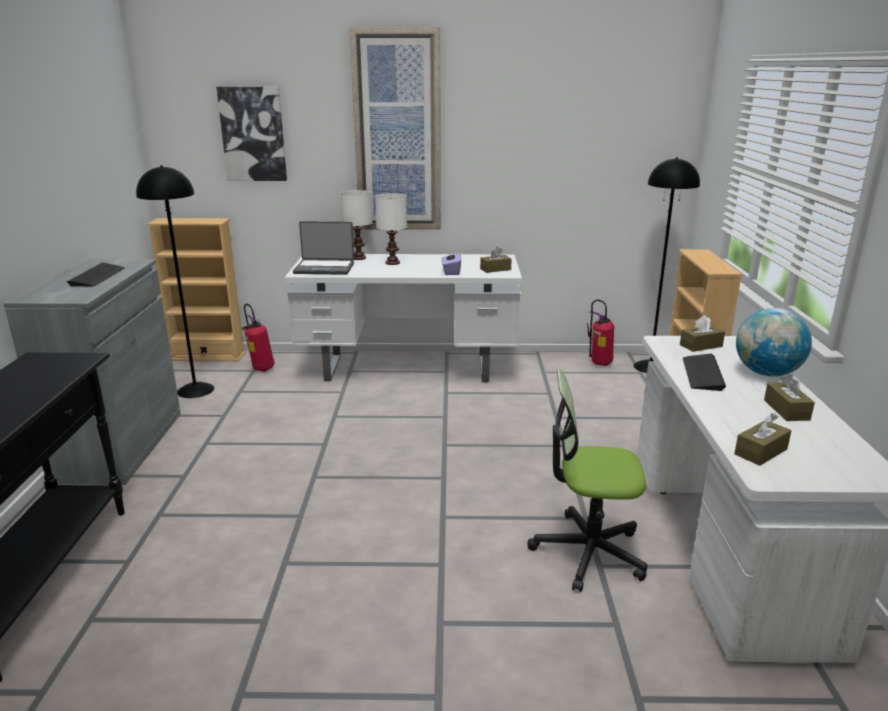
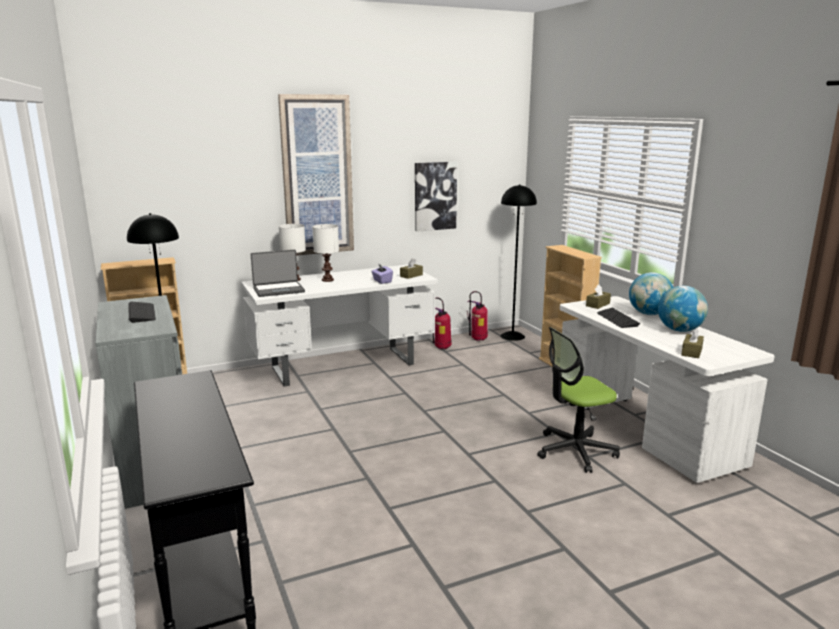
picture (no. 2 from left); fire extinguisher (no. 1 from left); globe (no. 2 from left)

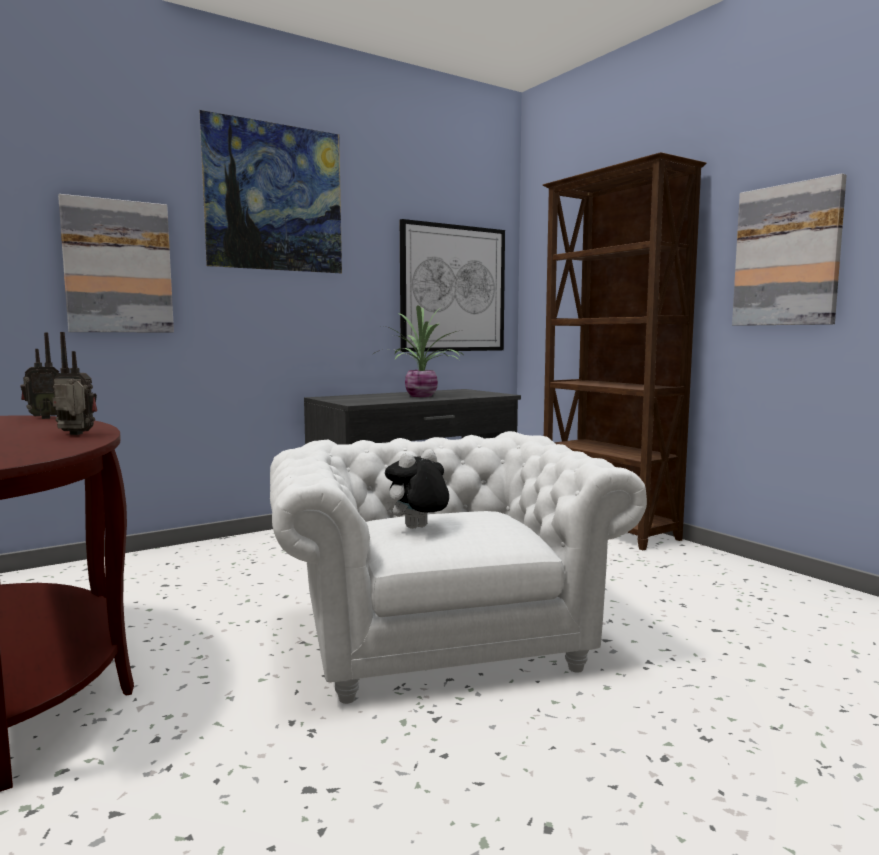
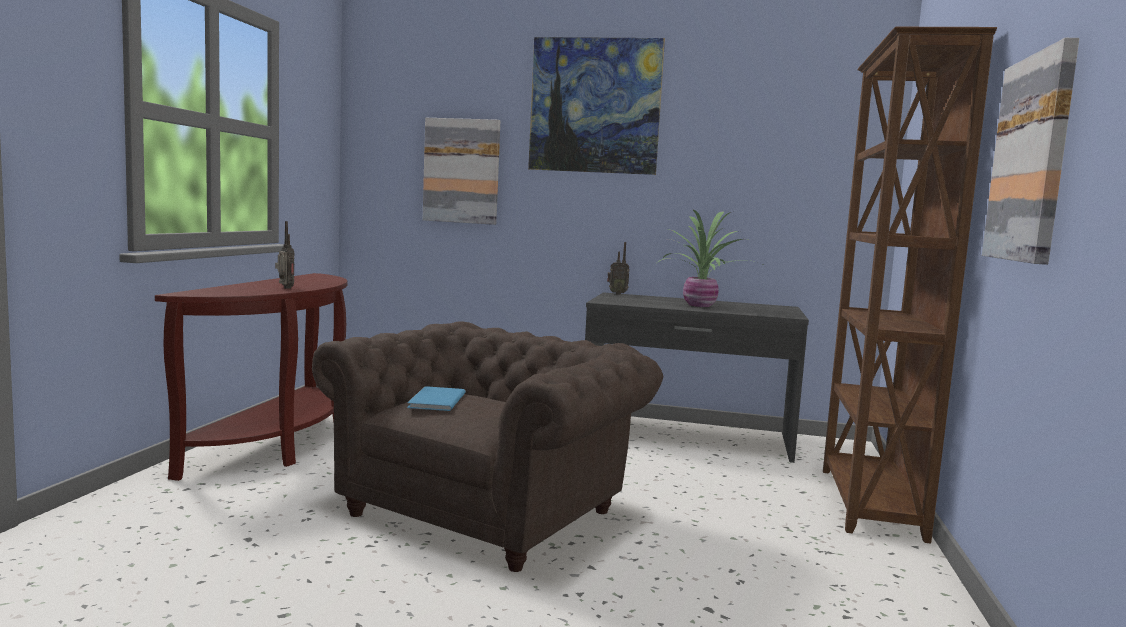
brown armchair; blue book; radio (no. 2 from left); picture (no. 3 from left in the first image)

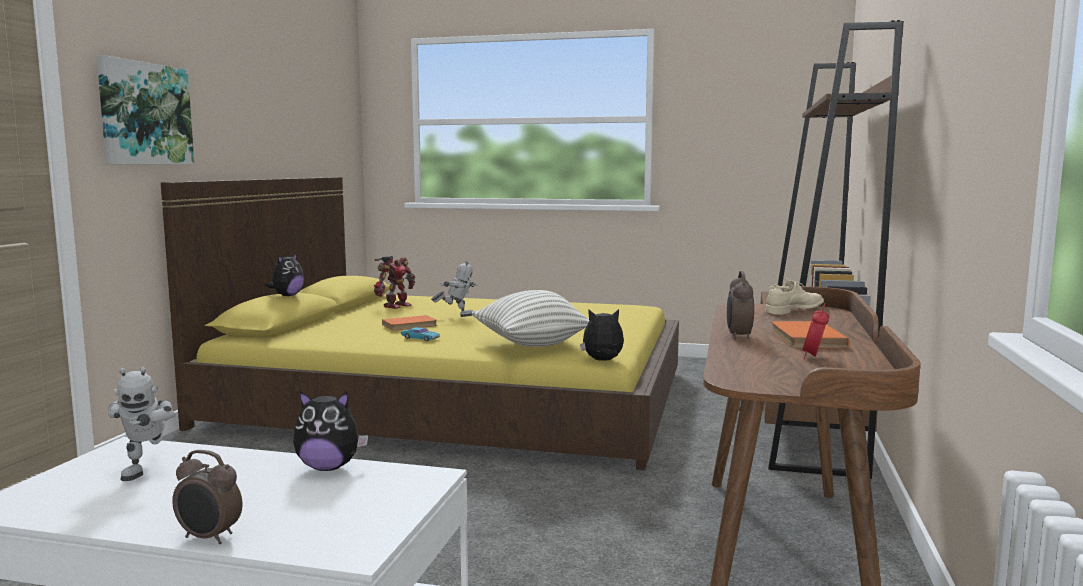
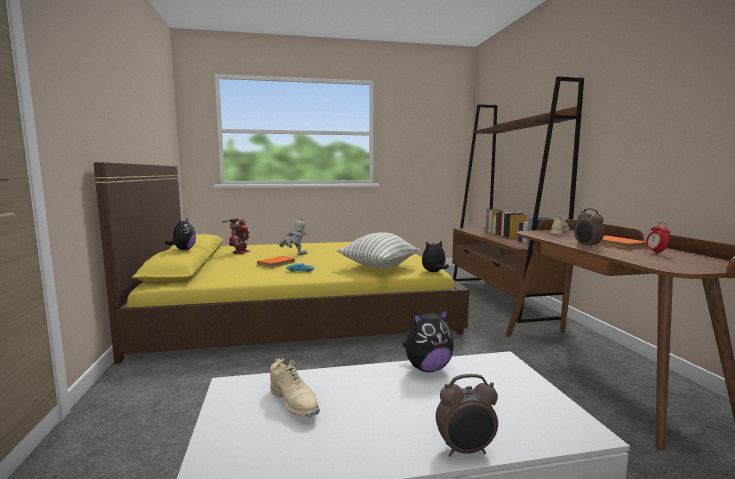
beige shoe (no. 1 from left); picture

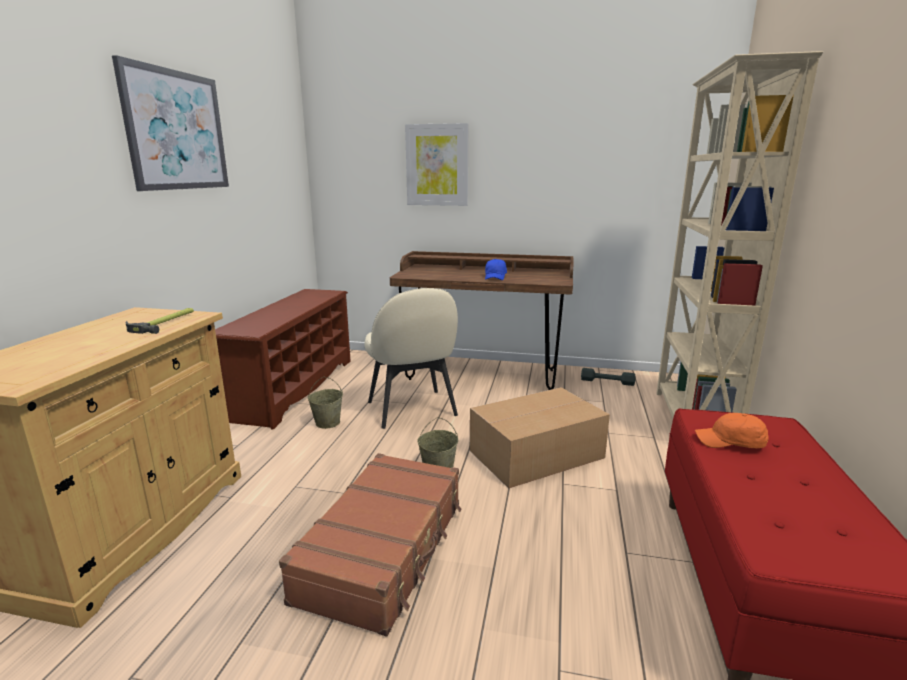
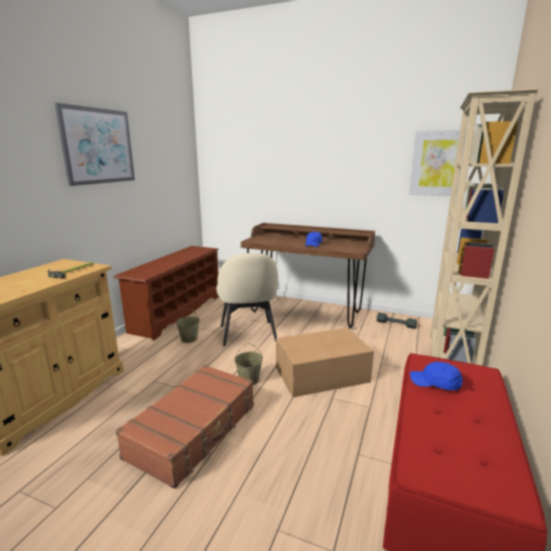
picture (no. 2 from left); blue cap (no. 2 from left)

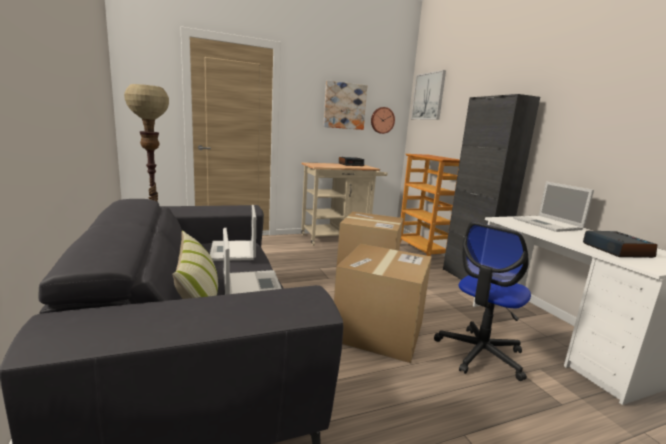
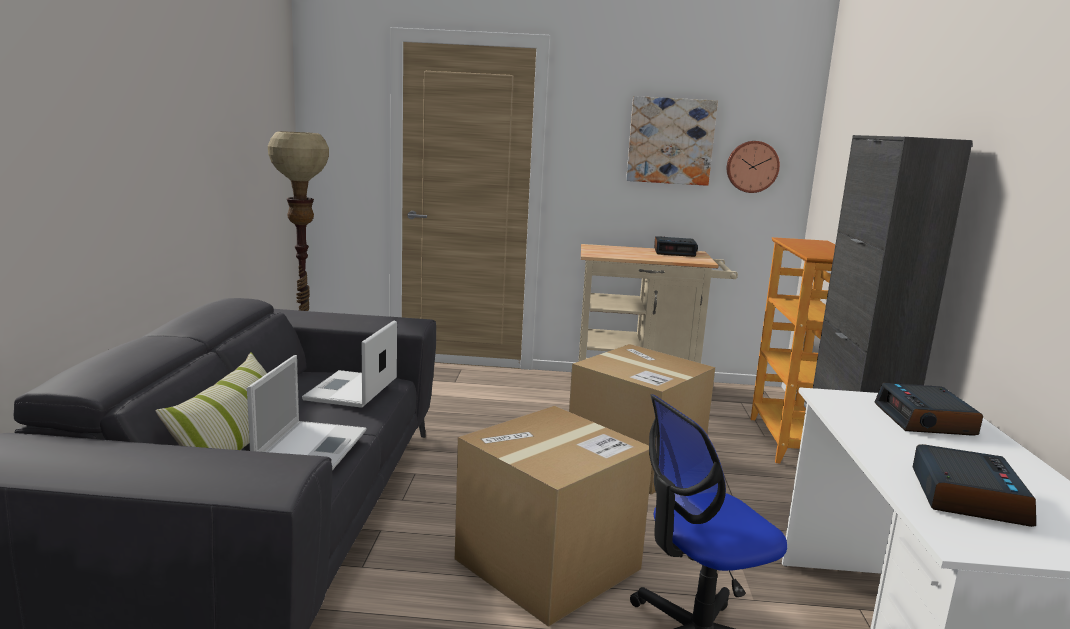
alarm clock (no. 2 from left); picture (no. 2 from left in the first image)

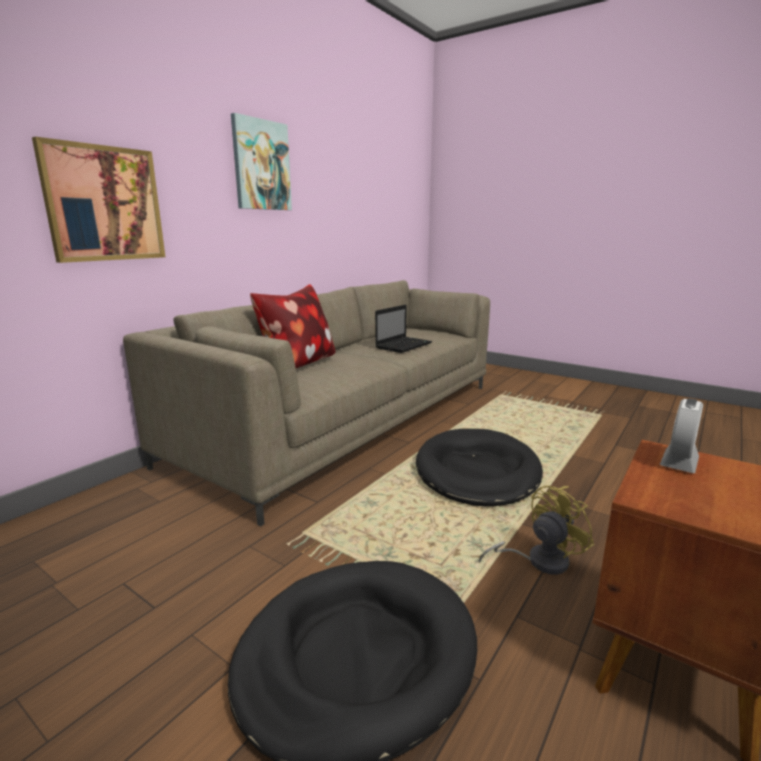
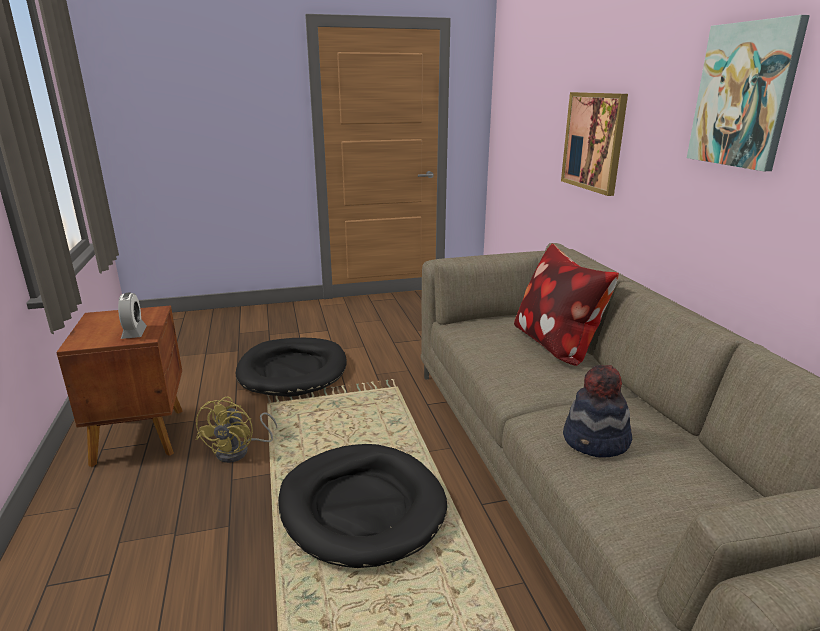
hat

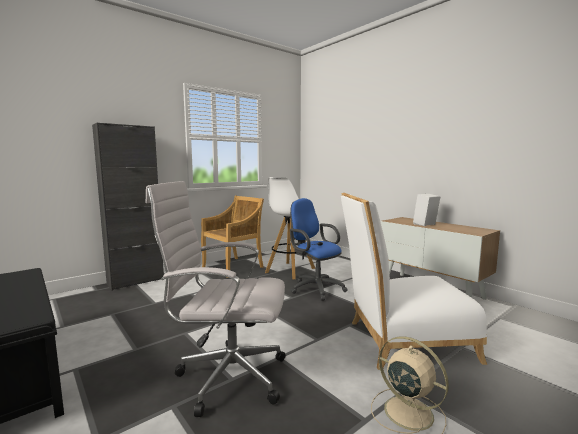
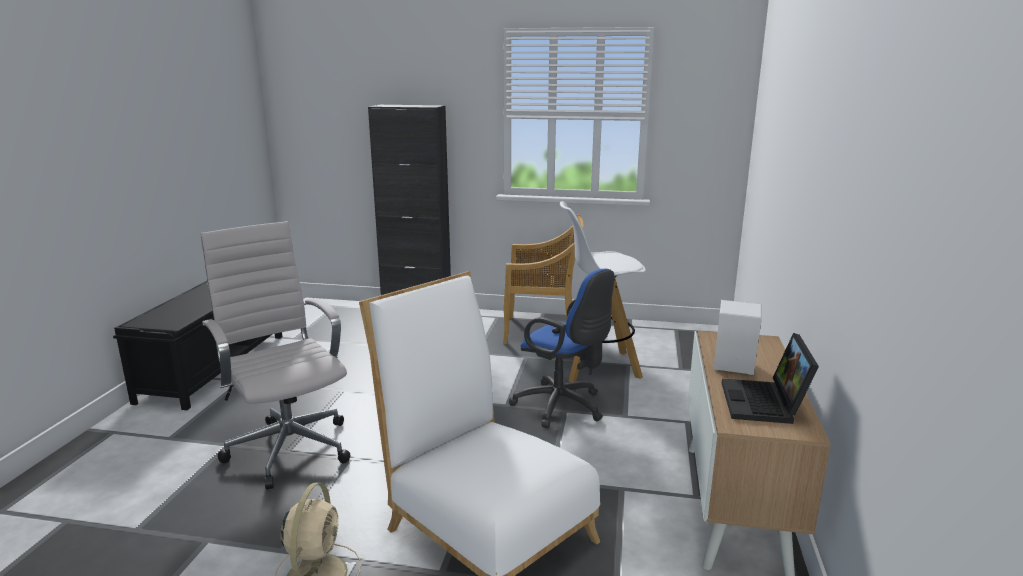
blue office chair; laptop

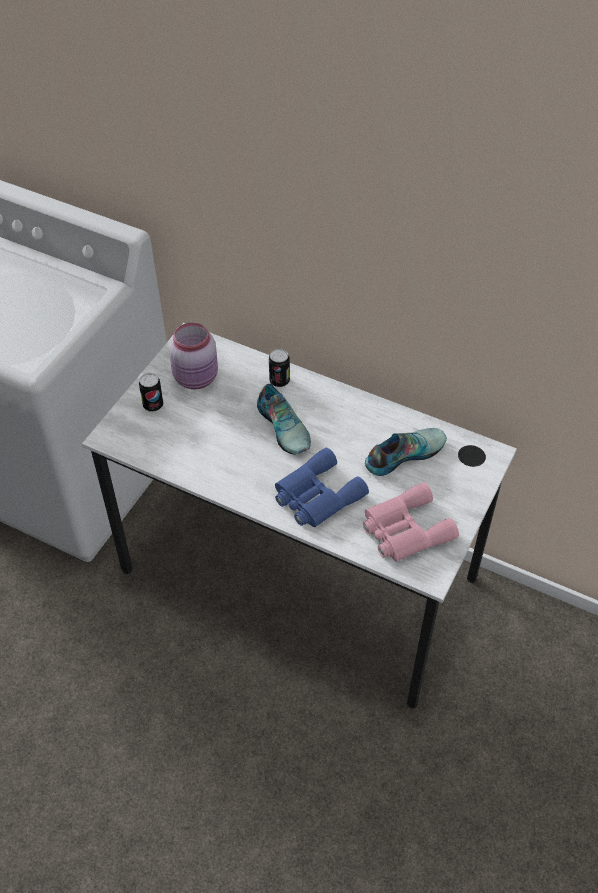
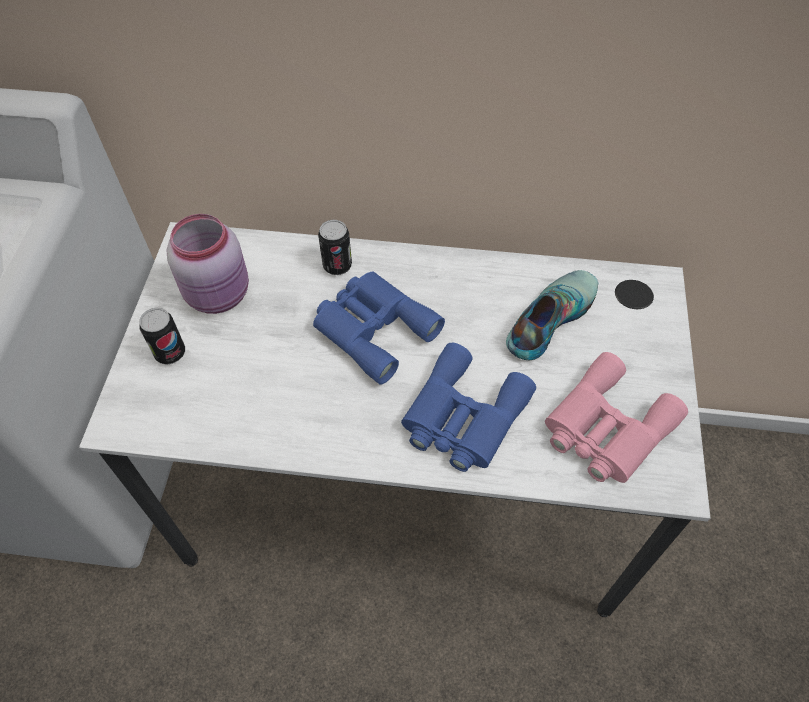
blue binoculars (no. 1 from left)

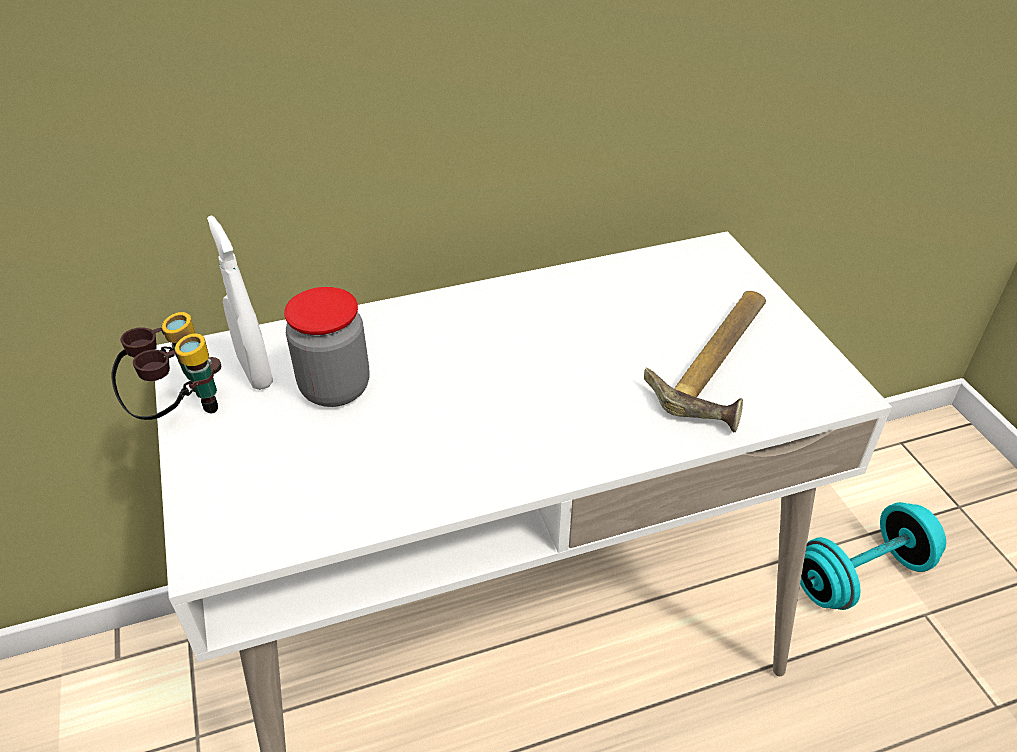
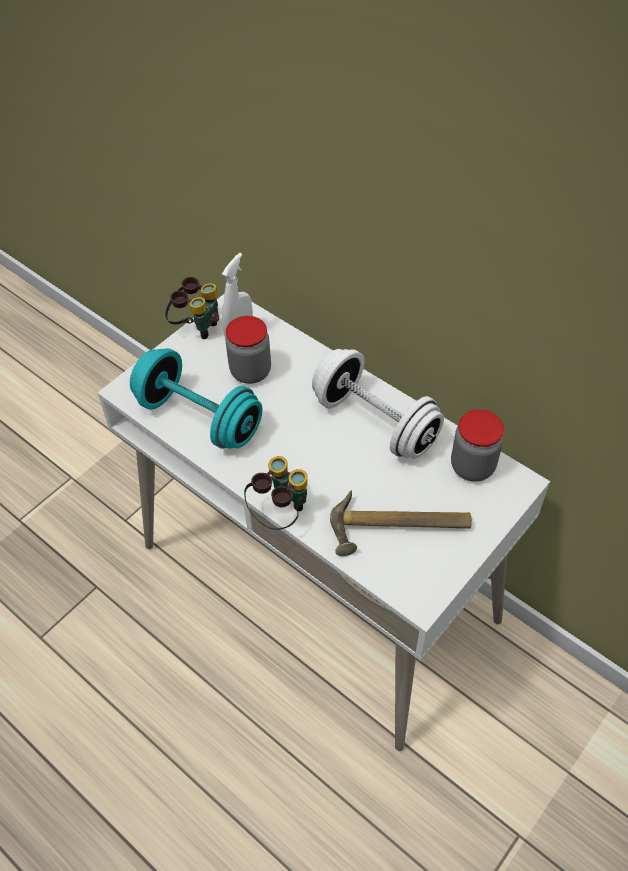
turquoise dumbbell; binoculars (no. 2 from left); white dumbbell; jar (no. 2 from left)

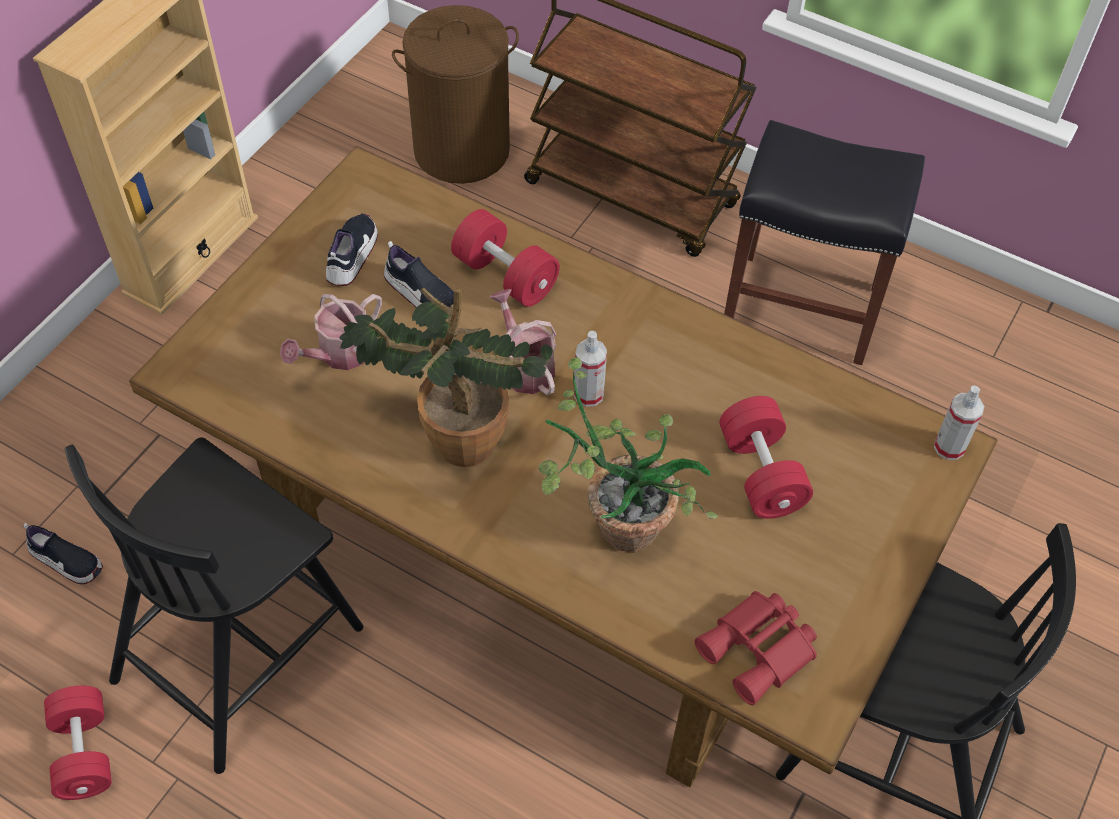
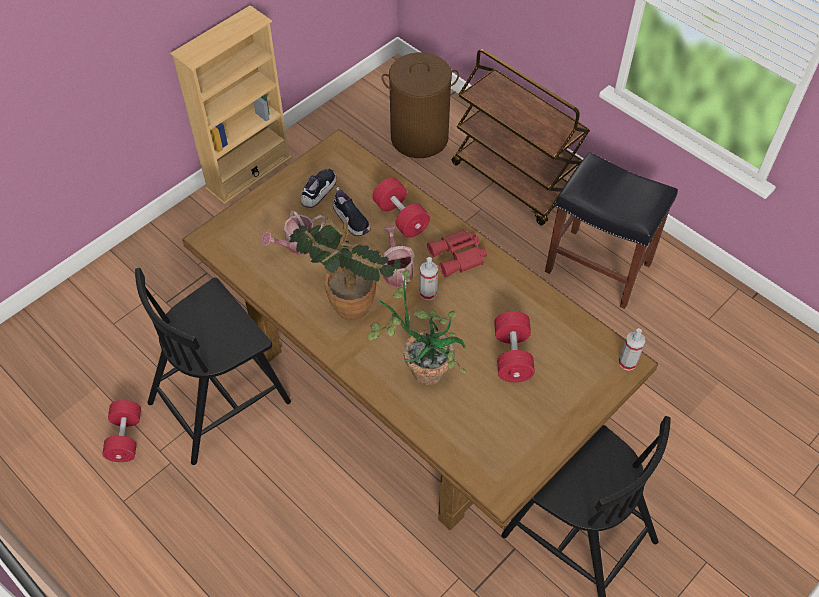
red binoculars; shoe (no. 1 from left in the first image)

